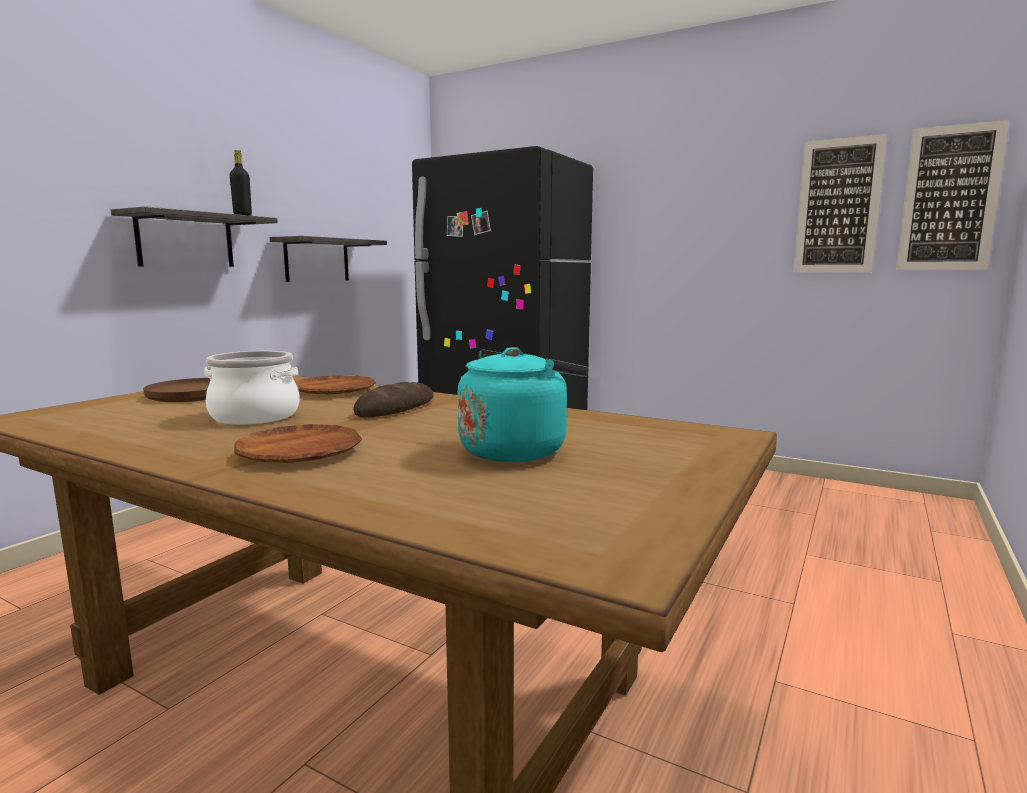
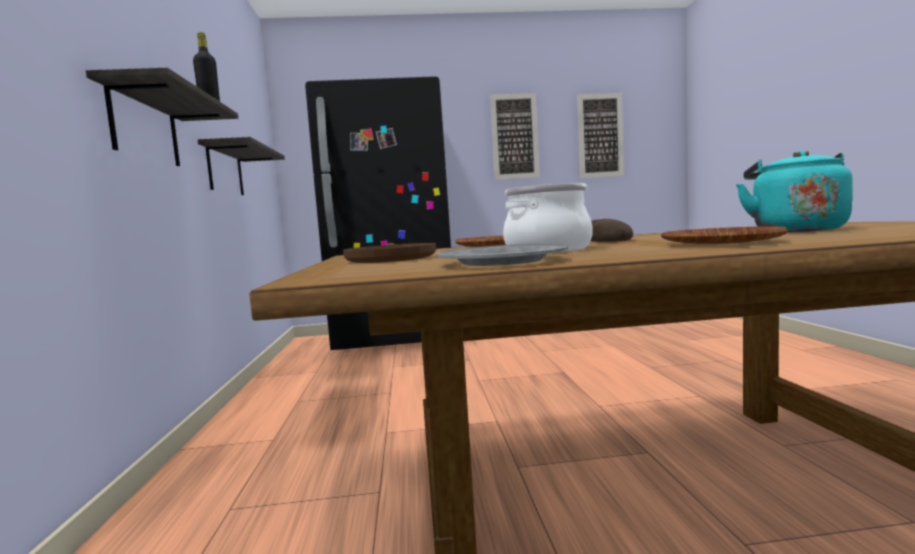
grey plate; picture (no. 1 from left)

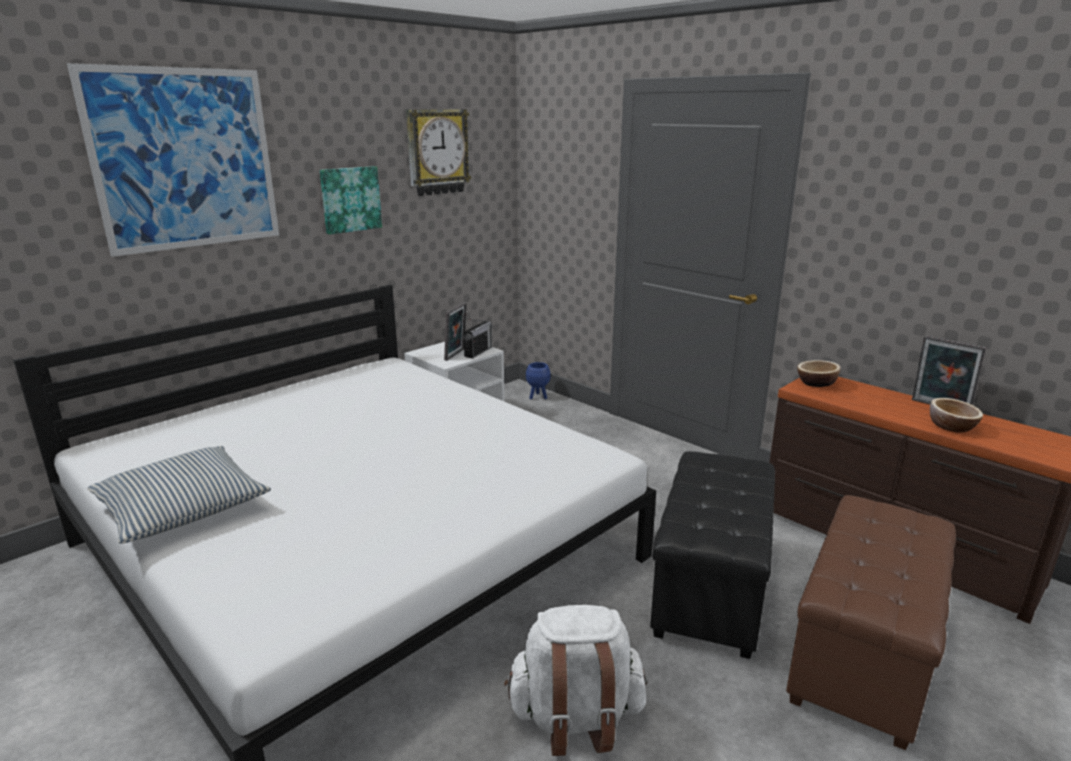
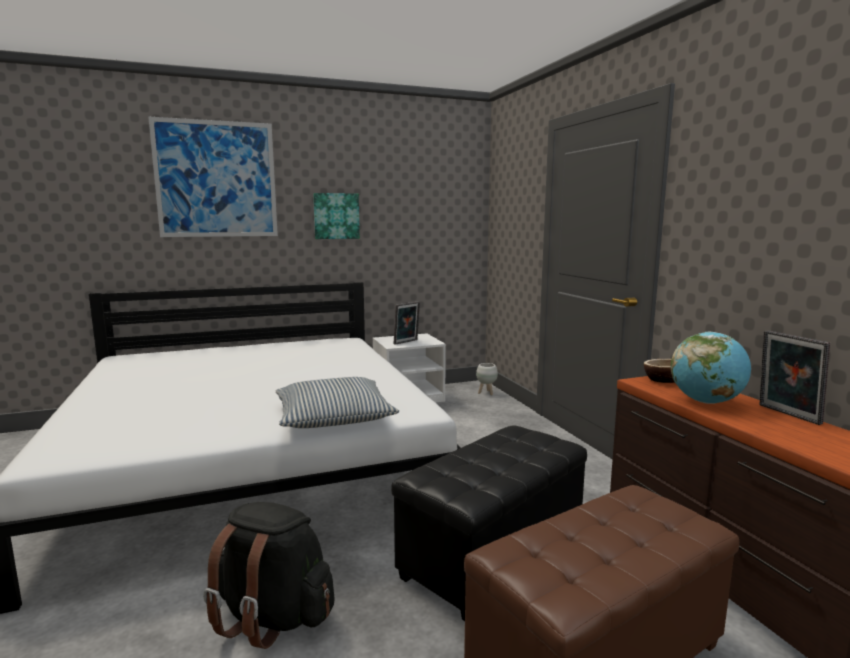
black backpack; pillow; white planter; globe; wall clock; radio; bowl (no. 2 from left in the first image)

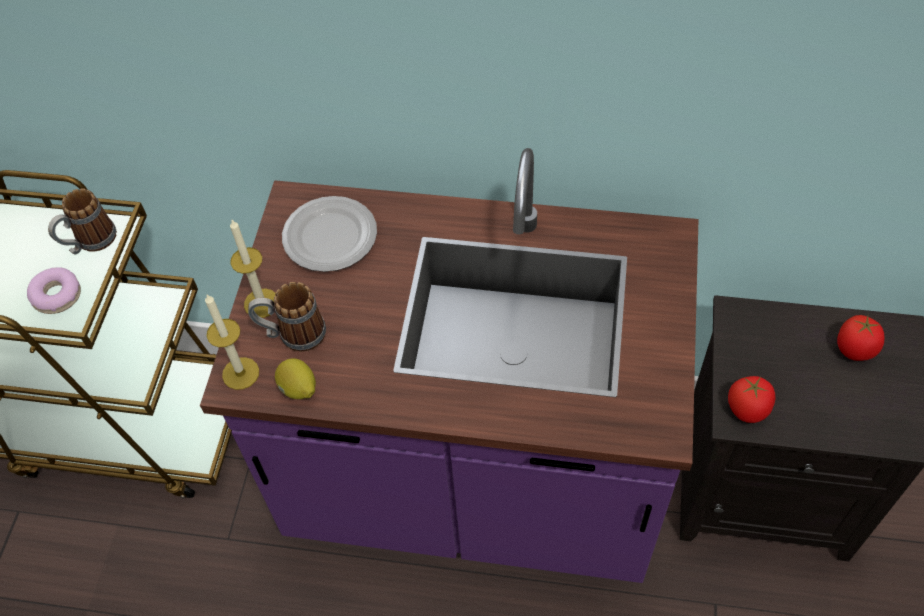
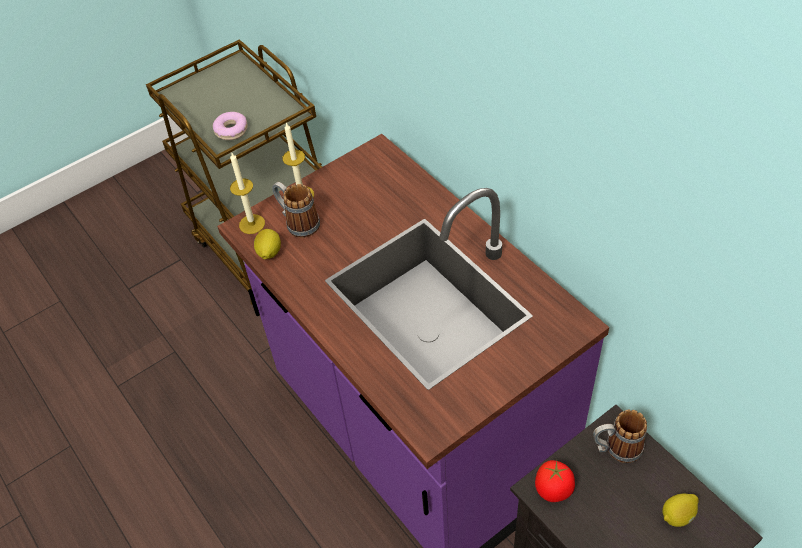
mug (no. 2 from left); lemon (no. 2 from left); plate

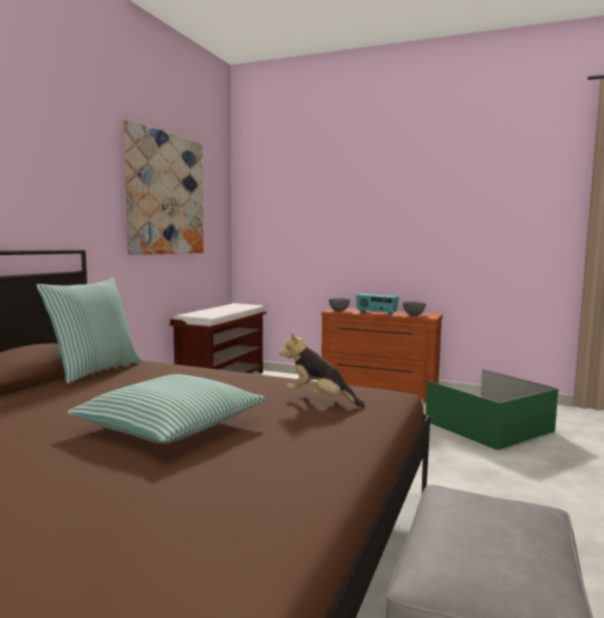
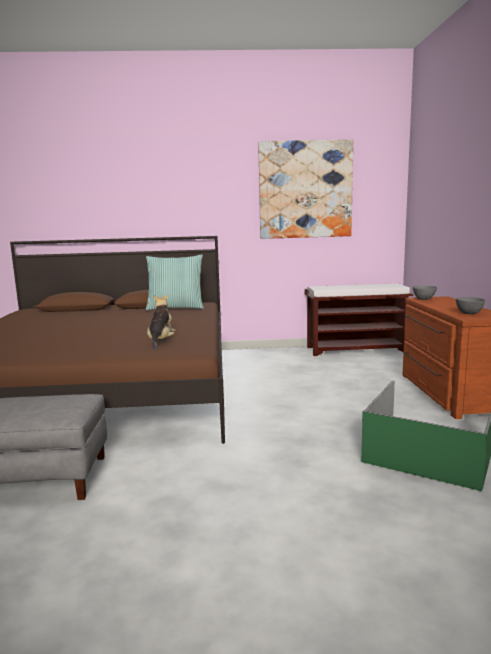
pillow (no. 2 from left in the first image); radio

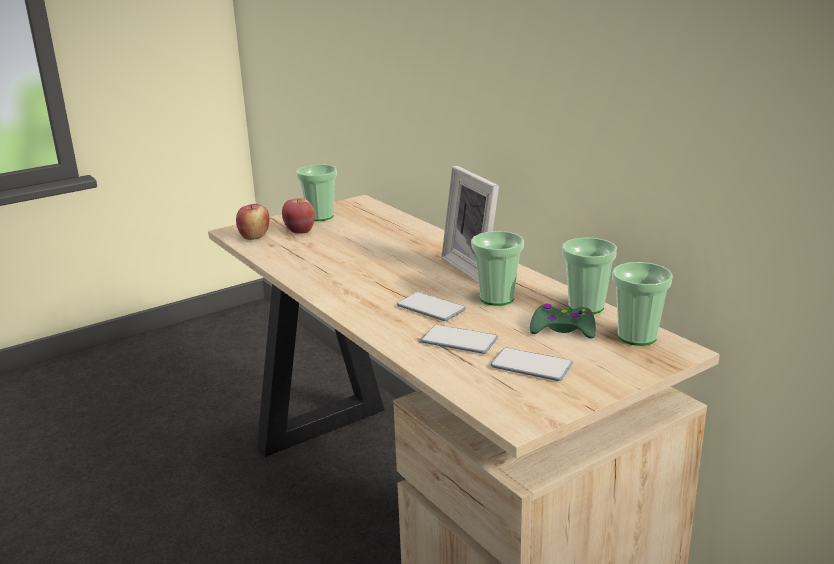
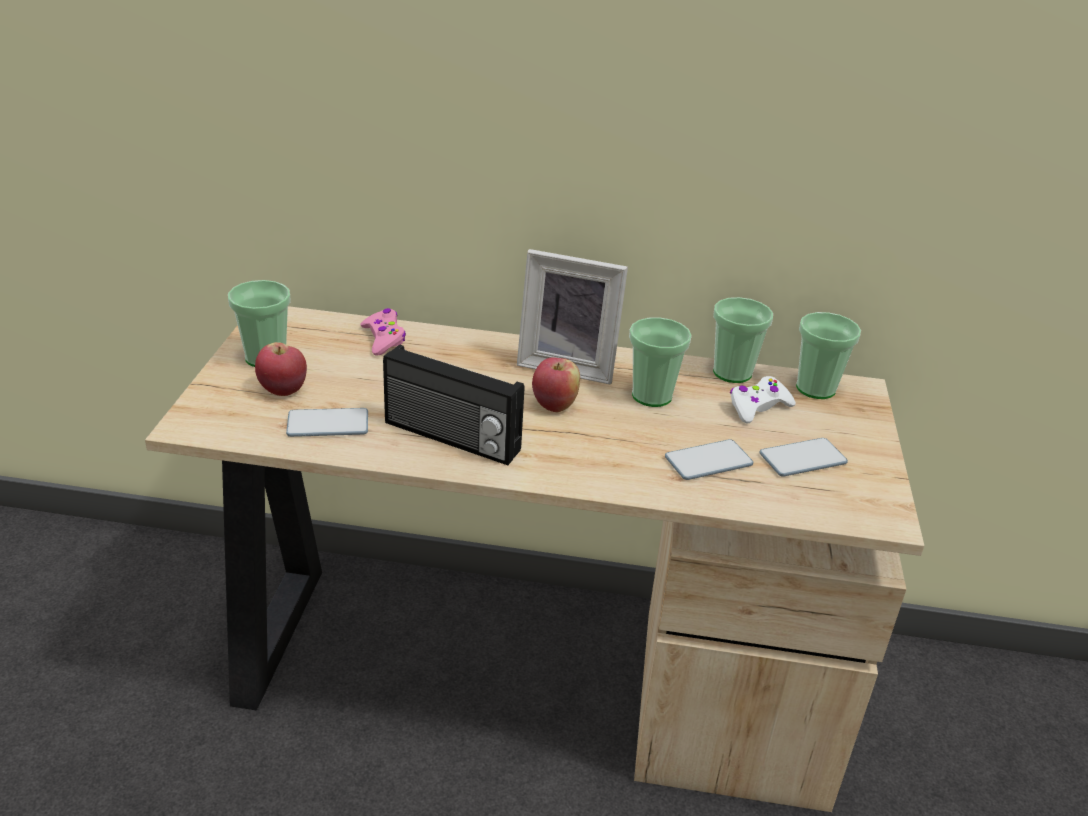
phone (no. 1 from left); pink game controller; radio; apple (no. 2 from left); white game controller

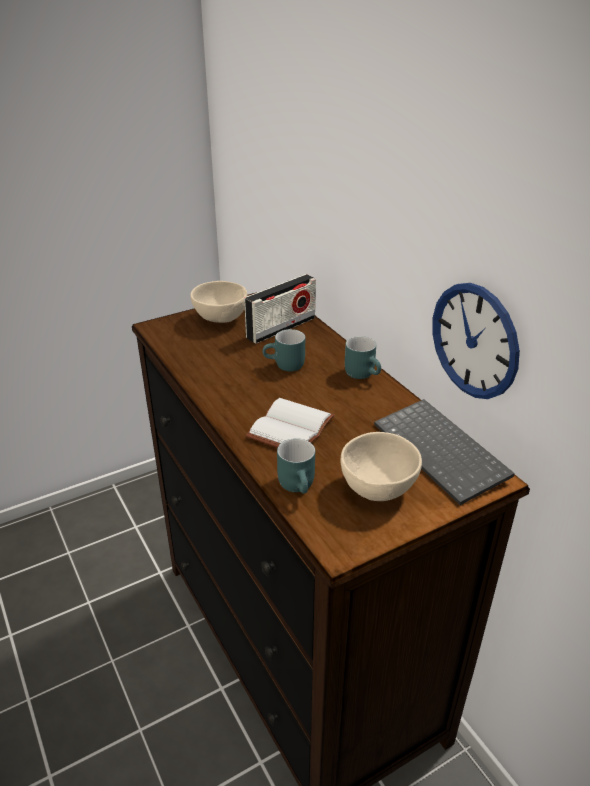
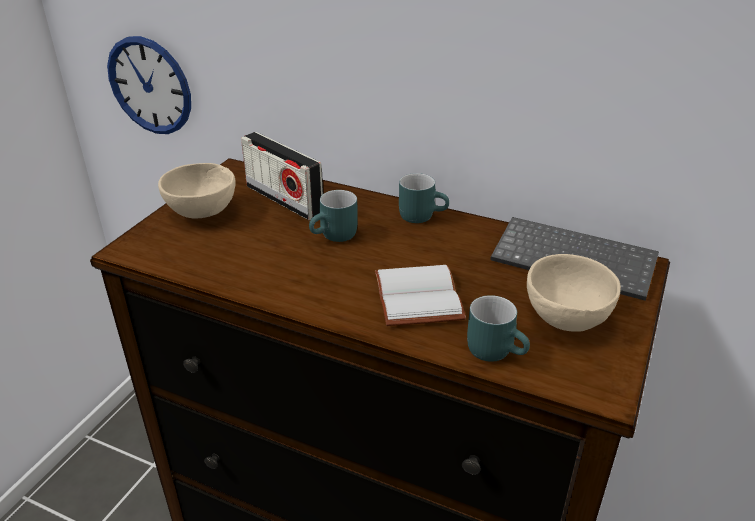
wall clock; radio

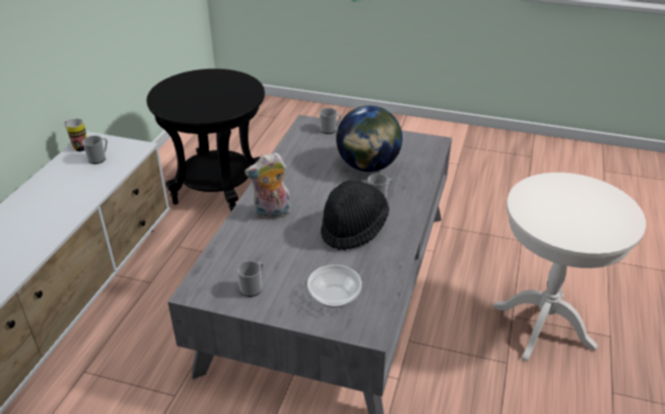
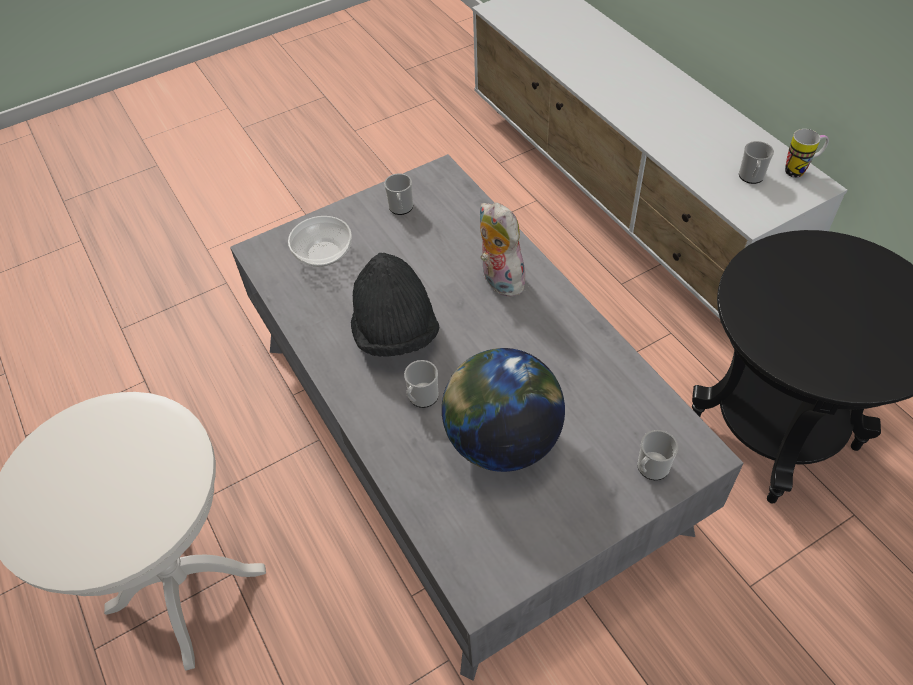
plush toy

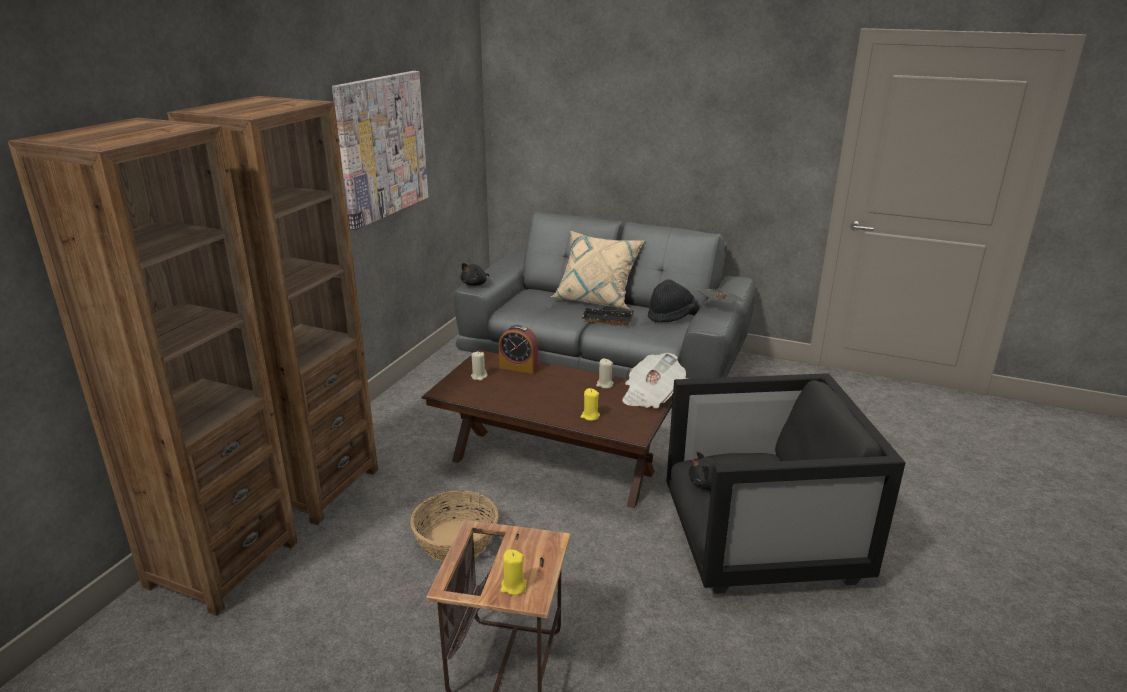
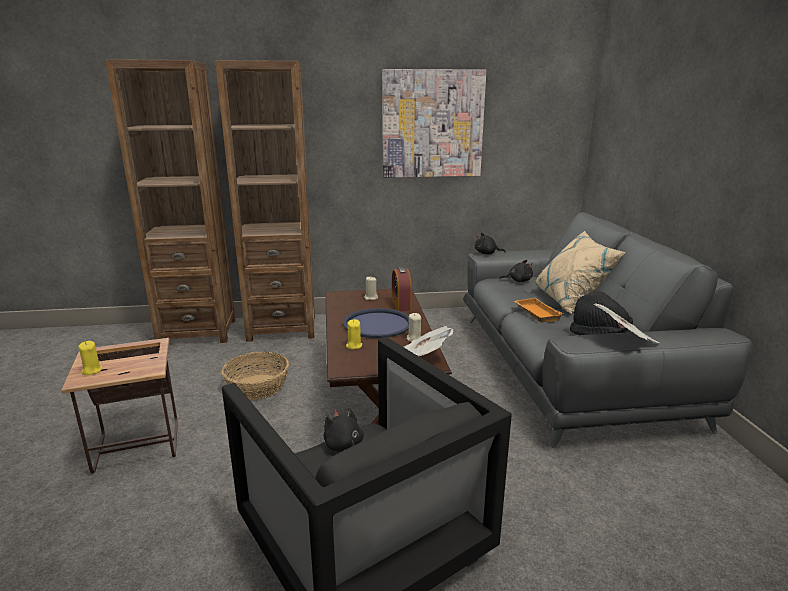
blue tray; black plush toy (no. 3 from left); orange tray

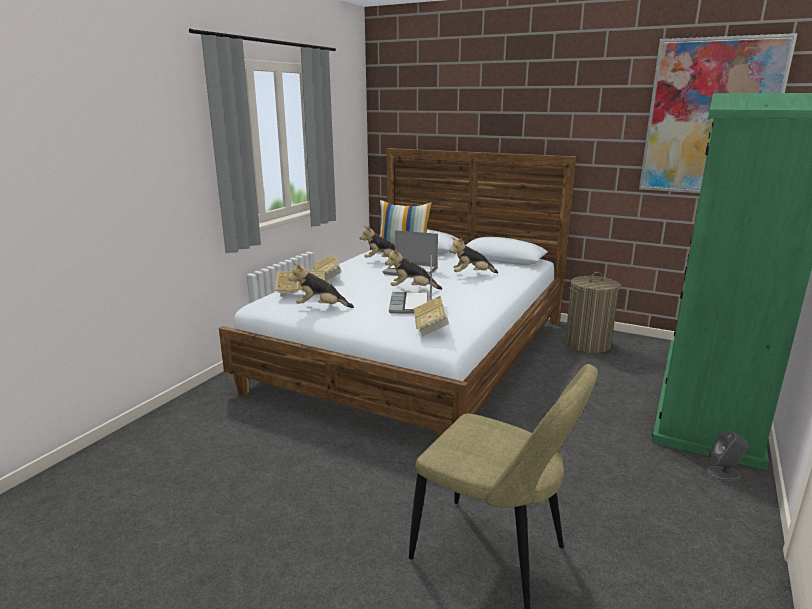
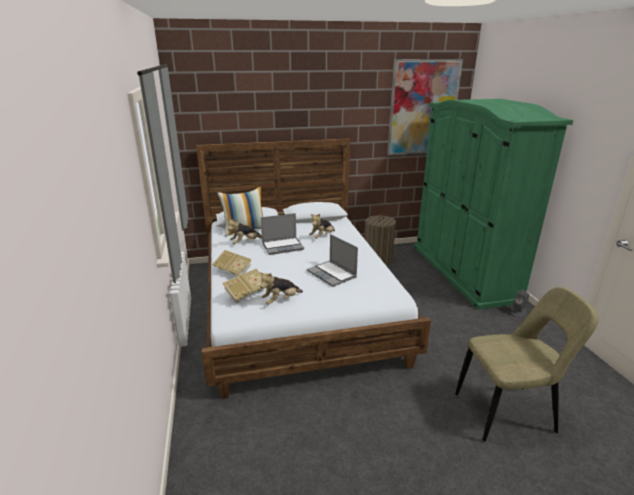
plush toy (no. 3 from left in the first image); book (no. 3 from left in the first image)

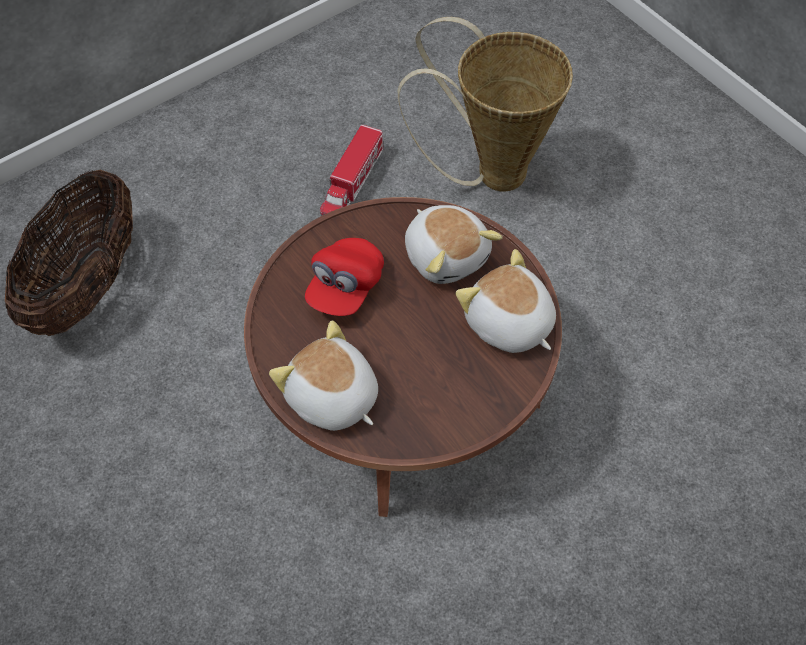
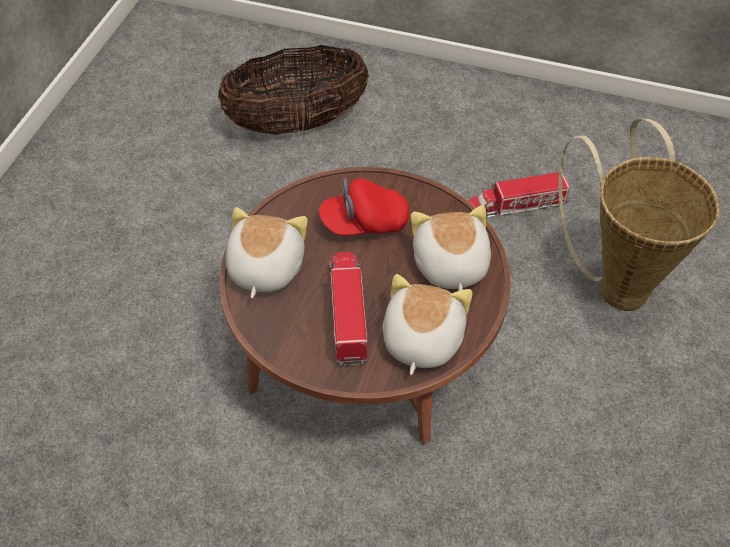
toy truck (no. 1 from left); plush toy (no. 3 from left)

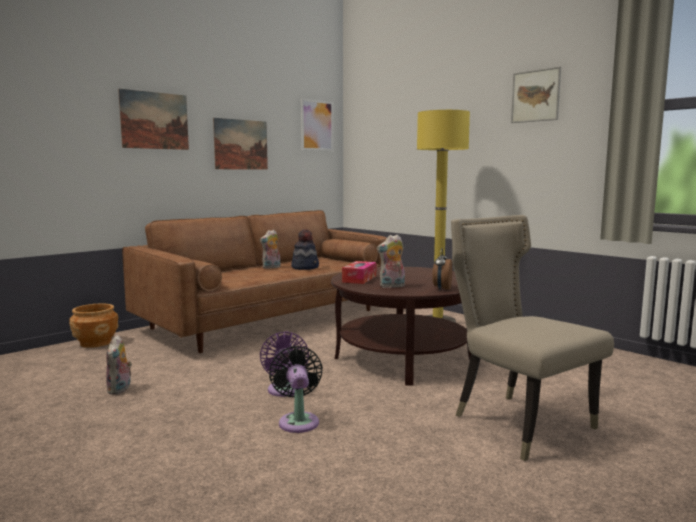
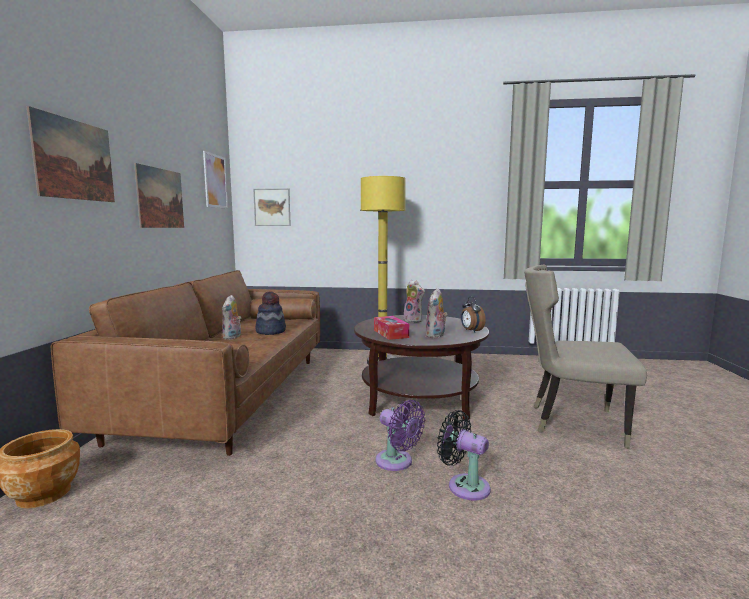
picture (no. 4 from left); plush toy (no. 2 from left)

